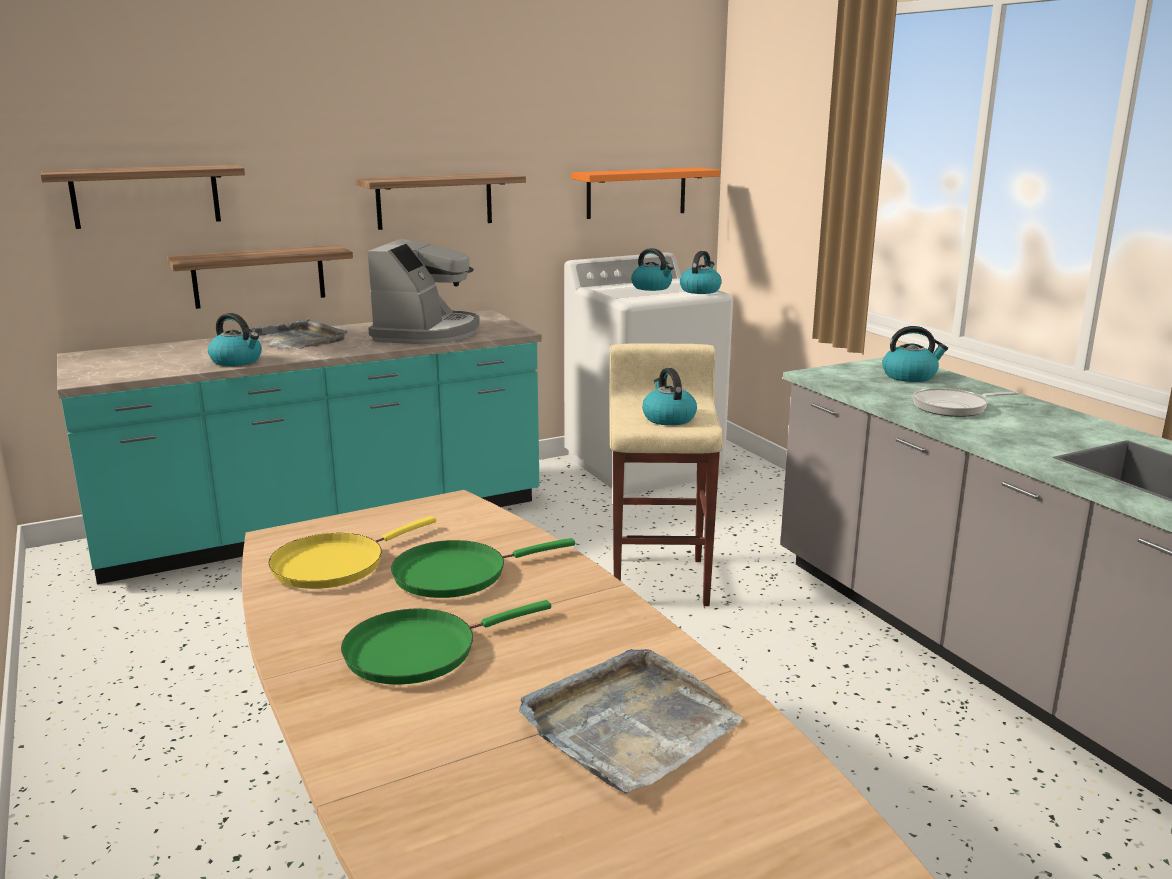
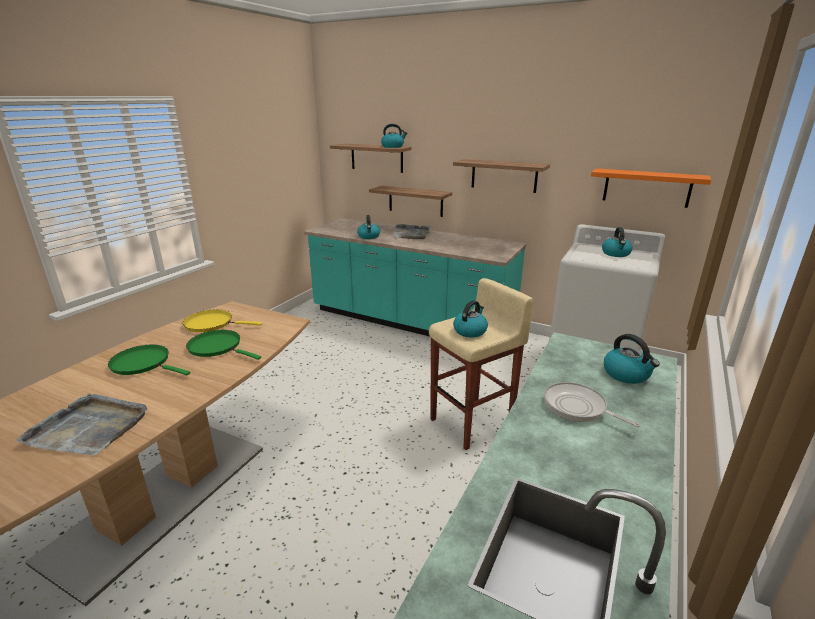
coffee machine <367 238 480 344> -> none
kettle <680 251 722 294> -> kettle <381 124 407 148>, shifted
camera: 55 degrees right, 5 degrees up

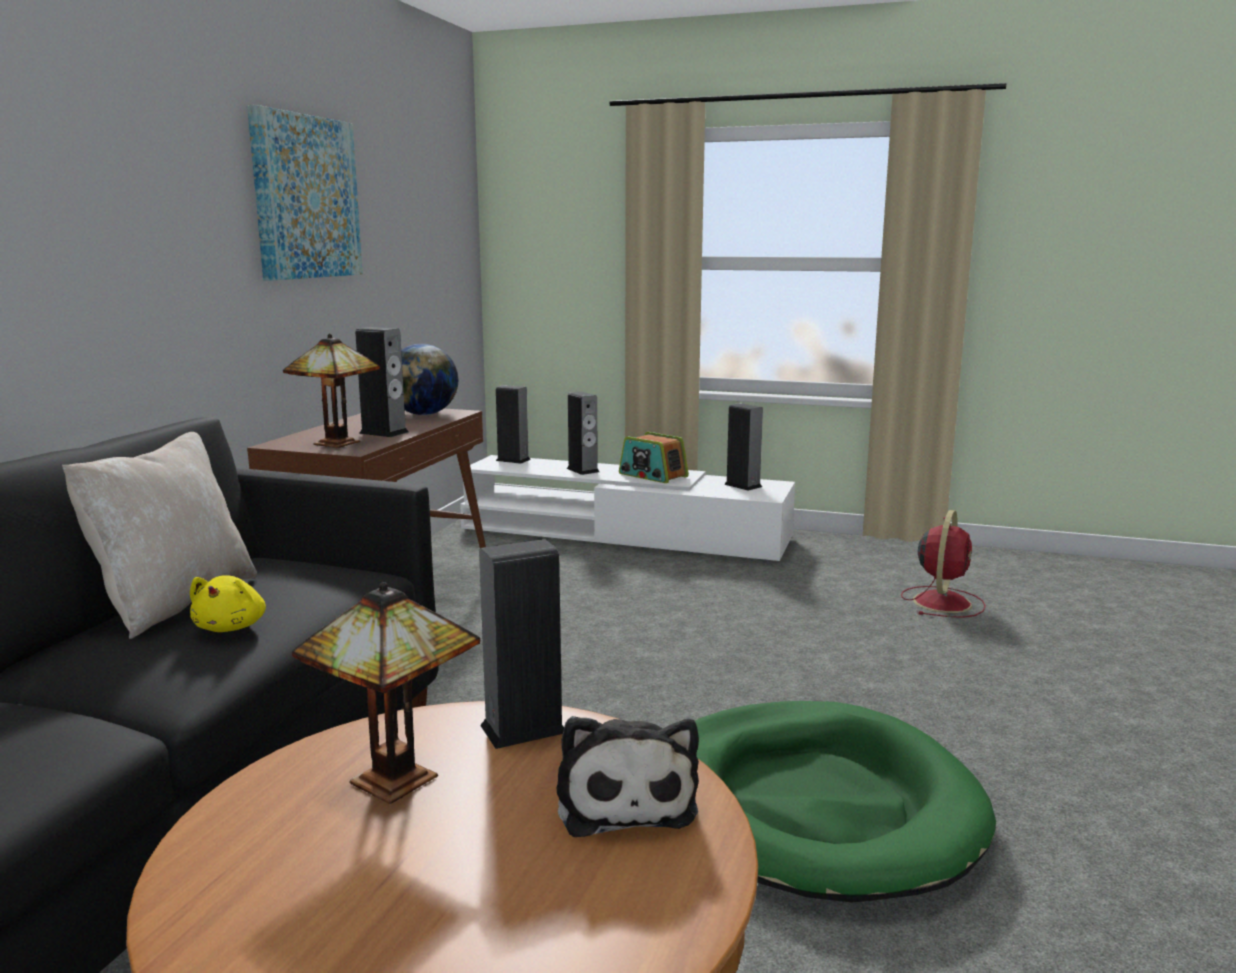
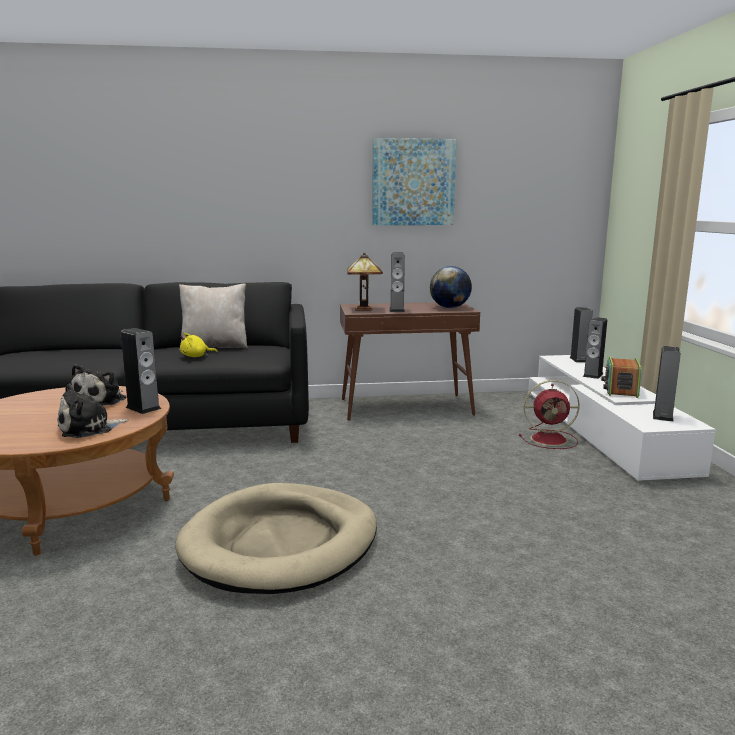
red fan <901 510 986 618> -> red fan <519 380 580 449>, shifted
table lamp <292 582 480 804> -> plush toy <71 364 126 406>
green dog bed <695 701 996 902> -> beige dog bed <175 483 377 594>
camera: 65 degrees right, 0 degrees up

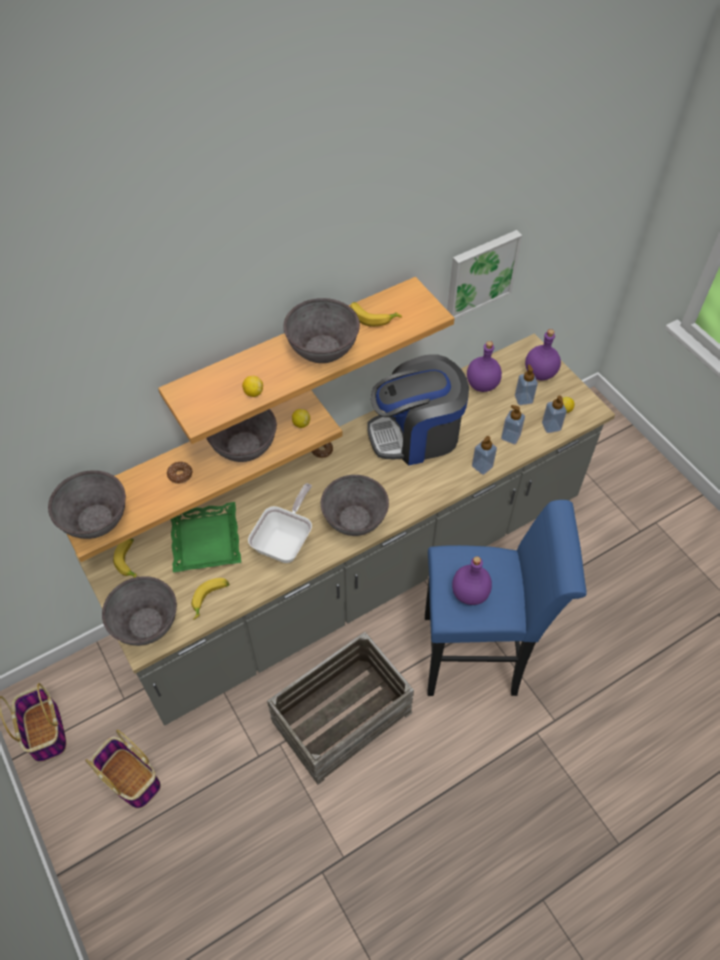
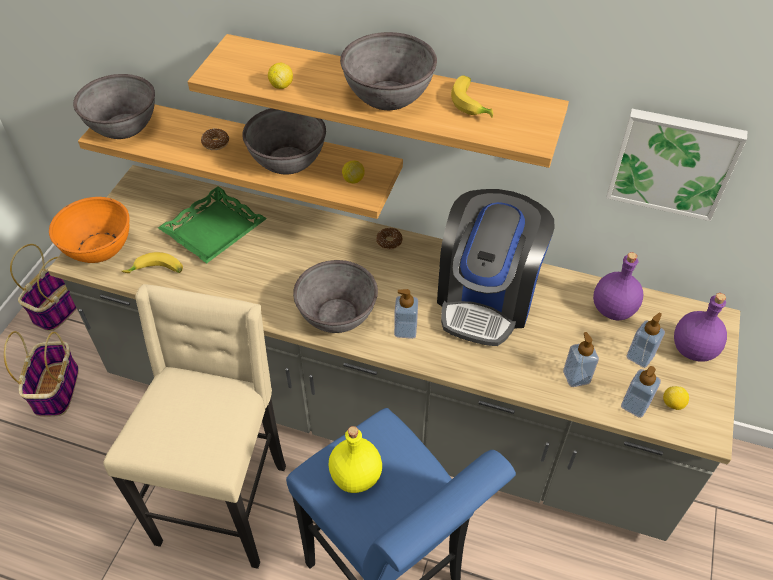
coffee machine <367 355 469 466> -> coffee machine <437 189 555 346>, 105 degrees counterclockwise
soap dispenser <472 436 497 475> -> soap dispenser <394 289 418 339>, shifted
frying pan <248 483 312 563> -> none
banana <113 538 137 578> -> none
purple bottle <452 556 492 605> -> yellow bottle <329 426 382 493>
grey bowl <102 576 177 646> -> orange bowl <49 197 130 263>
crate <267 632 414 785> -> beige stool <104 284 286 569>
camera: 50 degrees right, 5 degrees down

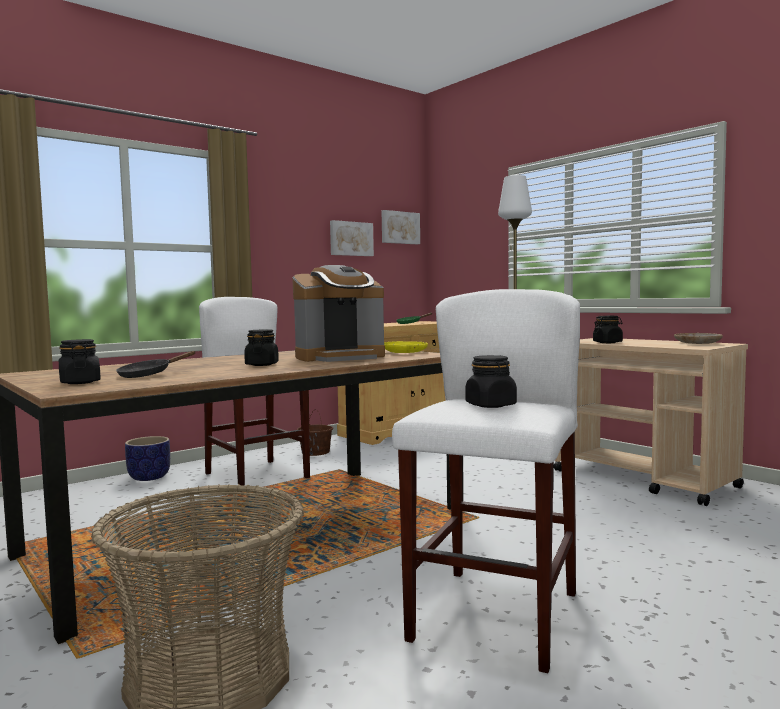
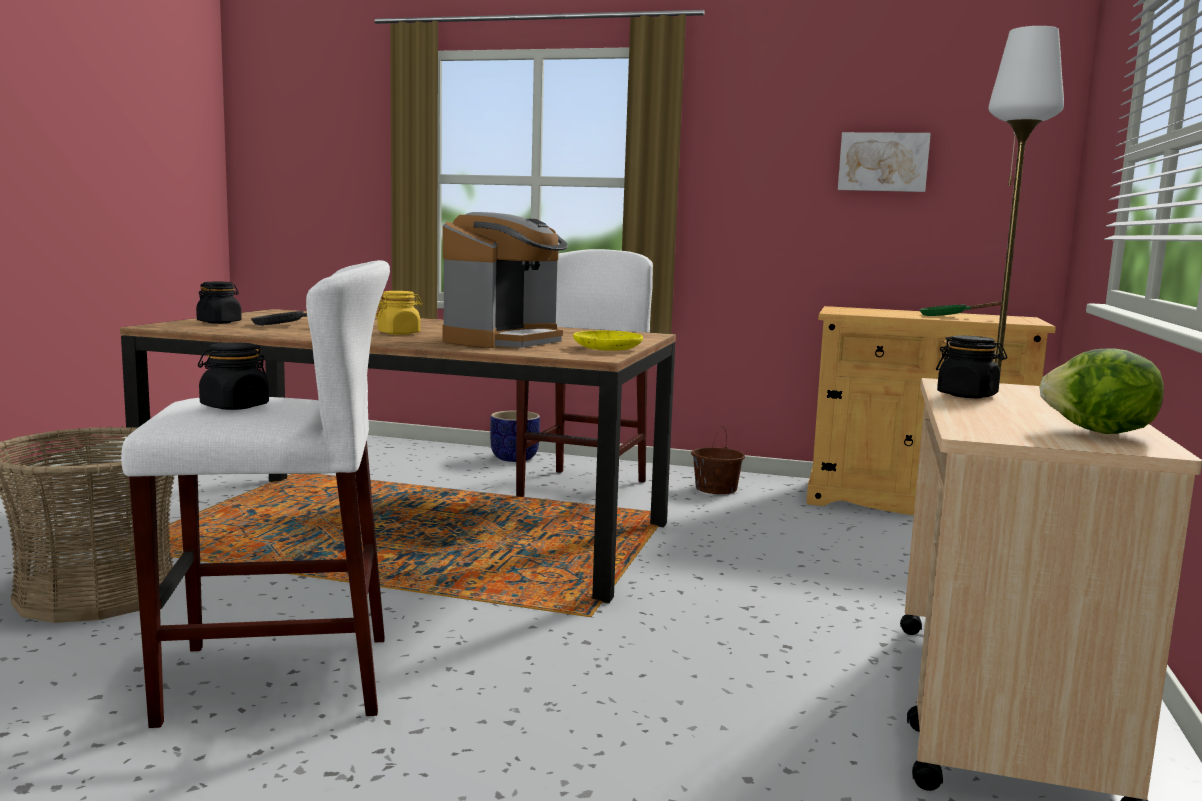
picture <381 210 420 244> -> none
coffee machine <292 265 385 362> -> coffee machine <442 212 568 348>, 90 degrees counterclockwise
black jar <244 329 279 366> -> yellow jar <375 291 423 335>
beige plate <674 333 723 344> -> lettuce <1039 349 1164 434>
camera: 55 degrees right, 5 degrees up

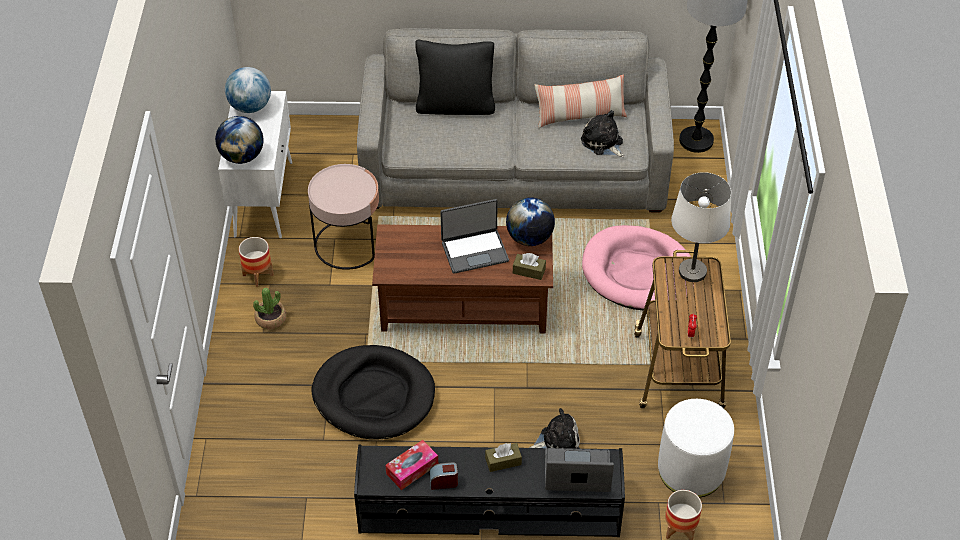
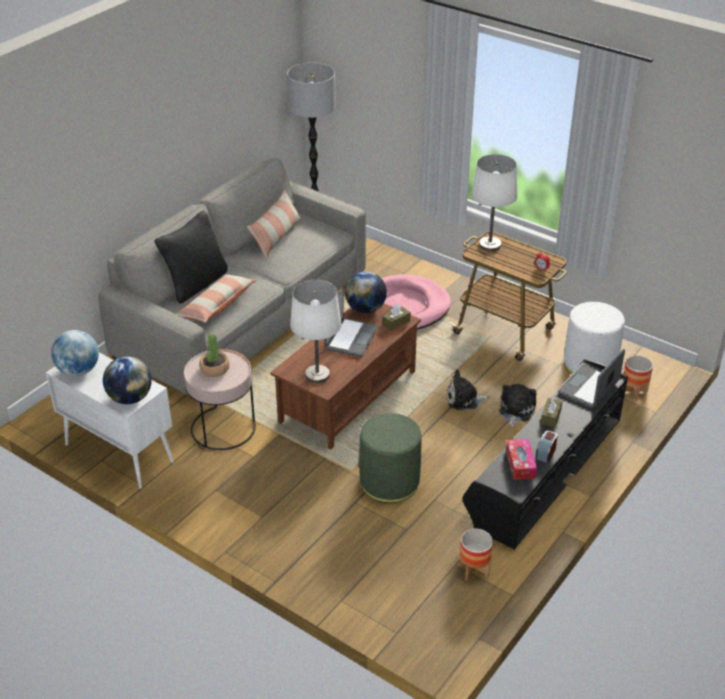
plush toy <581 110 624 157> -> plush toy <447 369 490 410>, shifted
planter <239 237 274 287> -> planter <460 529 493 580>, shifted
potted plant <253 288 286 329> -> potted plant <199 333 230 377>, shifted
black dog bed <311 345 435 440> -> green ottoman <359 413 421 503>
none -> pillow <176 274 256 323>
none -> white table lamp <290 280 342 383>
camera: 55 degrees left, 10 degrees down

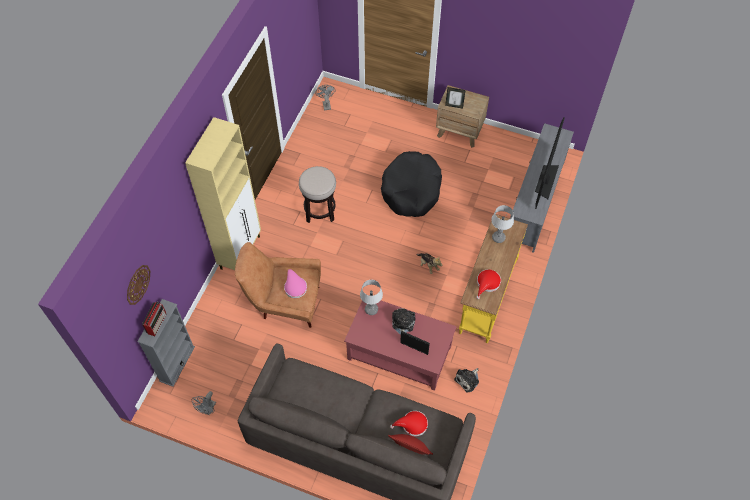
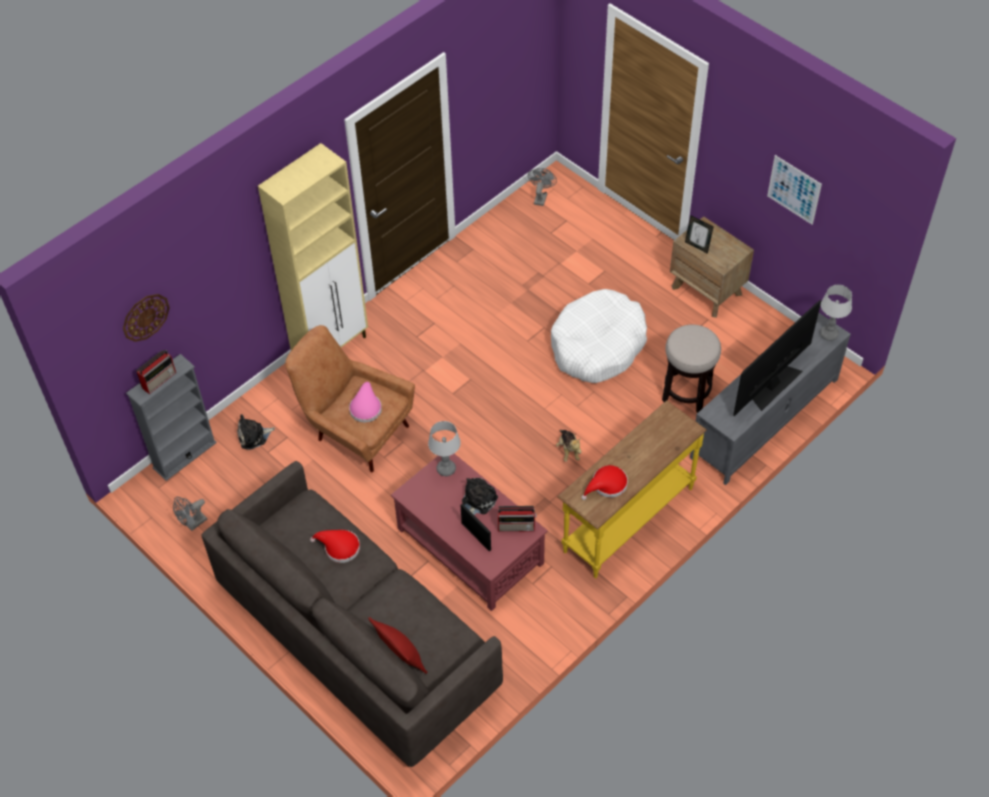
black dog bed <381 151 442 217> -> white dog bed <551 289 647 383>
stool <299 166 336 223> -> stool <662 324 721 413>, shifted
table lamp <491 205 514 243> -> table lamp <820 285 852 341>, shifted
plush toy <454 368 479 392> -> plush toy <237 414 275 450>, shifted
red hat <390 411 428 437> -> red hat <310 530 360 563>, shifted
none -> picture <767 155 822 225>
none -> radio <498 506 537 532>
camera: 25 degrees right, 5 degrees down

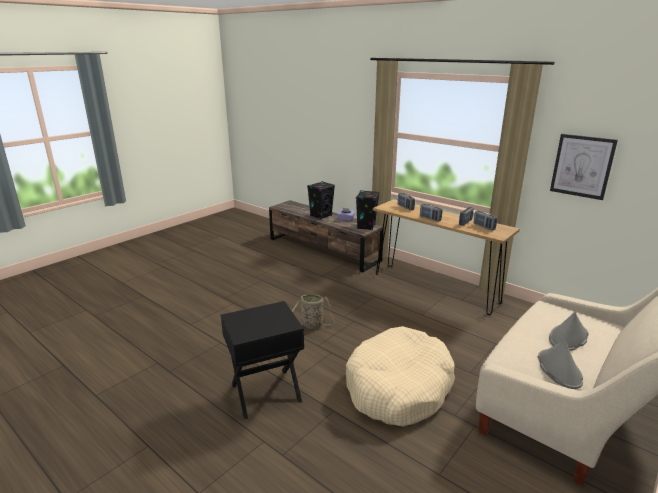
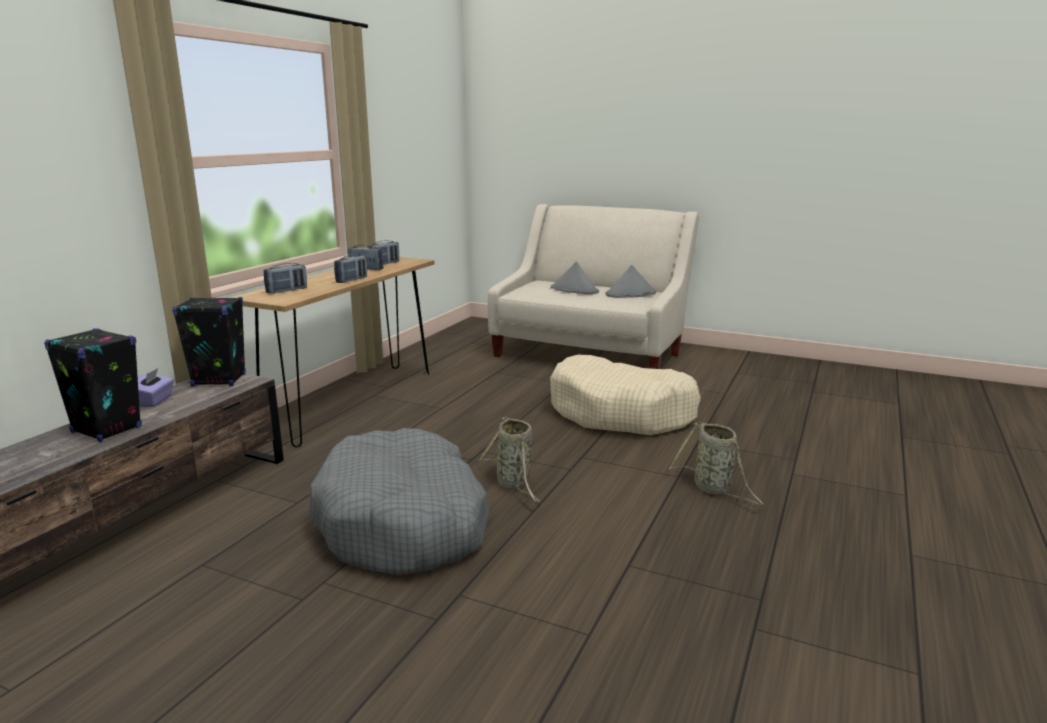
picture <550 134 618 200> -> none
black side table <221 301 304 419> -> basket <669 422 764 505>
none -> grey dog bed <310 428 490 575>
camera: 105 degrees left, 5 degrees down

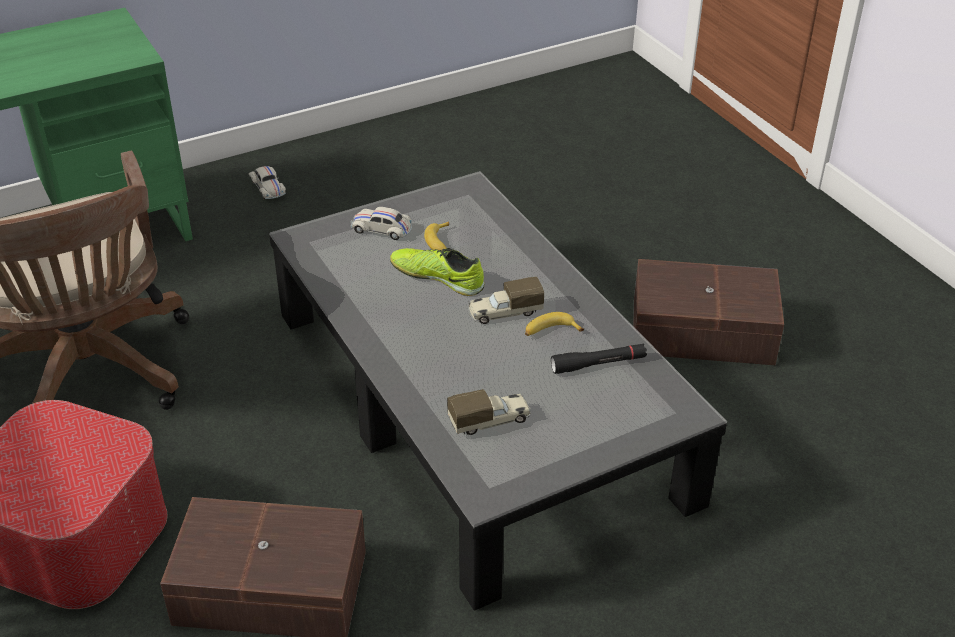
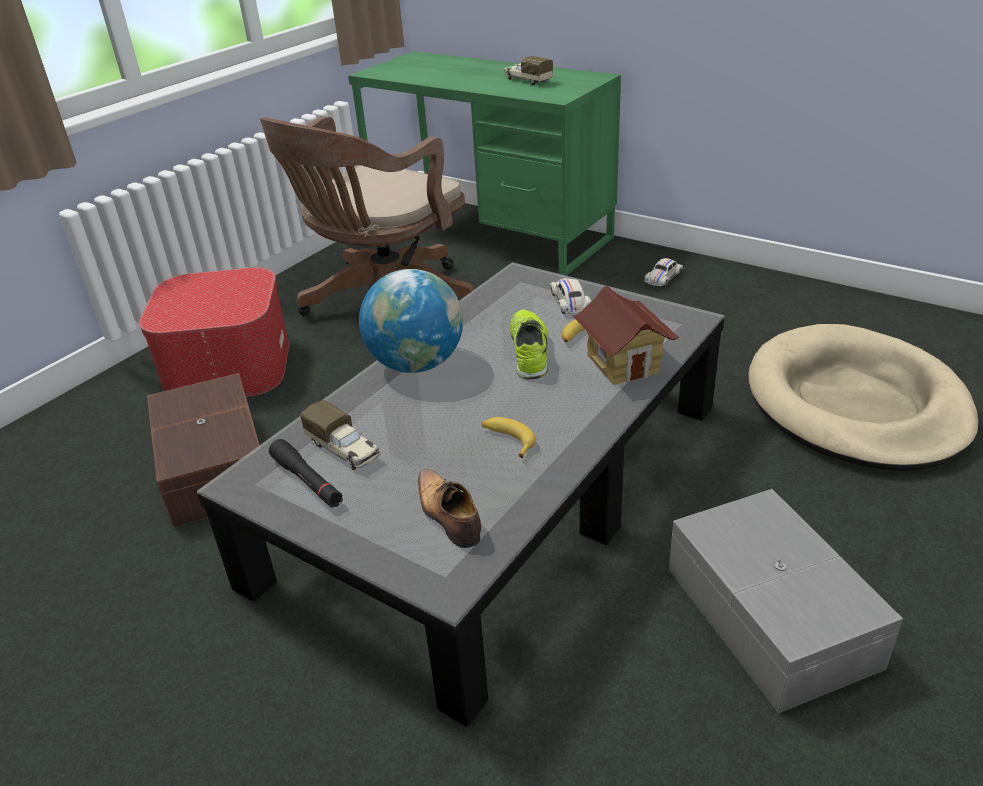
brown storage box <633 259 784 365> -> grey storage box <669 489 903 714>
toy truck <468 277 544 324> -> toy truck <504 56 553 85>, shifted
black flashlight <551 344 647 374> -> black flashlight <269 439 343 508>, shifted
none -> globe <359 269 463 373>
none -> toy house <572 286 679 385>
none -> beige dog bed <749 324 978 471>
none -> shoe <418 469 481 548>
camera: 65 degrees right, 5 degrees down

